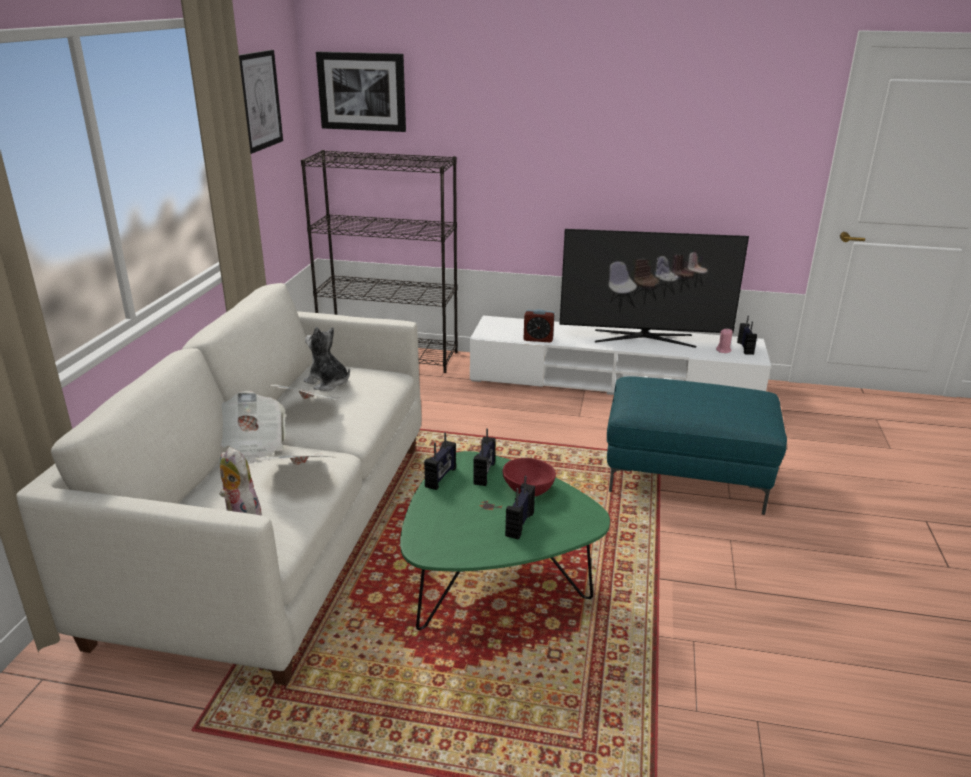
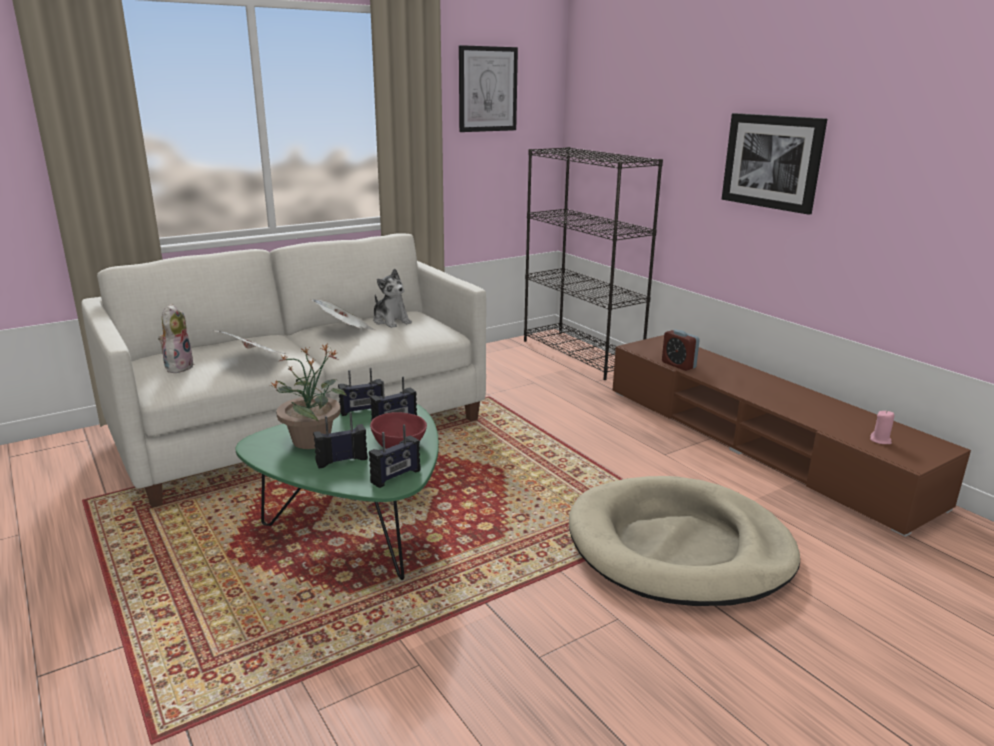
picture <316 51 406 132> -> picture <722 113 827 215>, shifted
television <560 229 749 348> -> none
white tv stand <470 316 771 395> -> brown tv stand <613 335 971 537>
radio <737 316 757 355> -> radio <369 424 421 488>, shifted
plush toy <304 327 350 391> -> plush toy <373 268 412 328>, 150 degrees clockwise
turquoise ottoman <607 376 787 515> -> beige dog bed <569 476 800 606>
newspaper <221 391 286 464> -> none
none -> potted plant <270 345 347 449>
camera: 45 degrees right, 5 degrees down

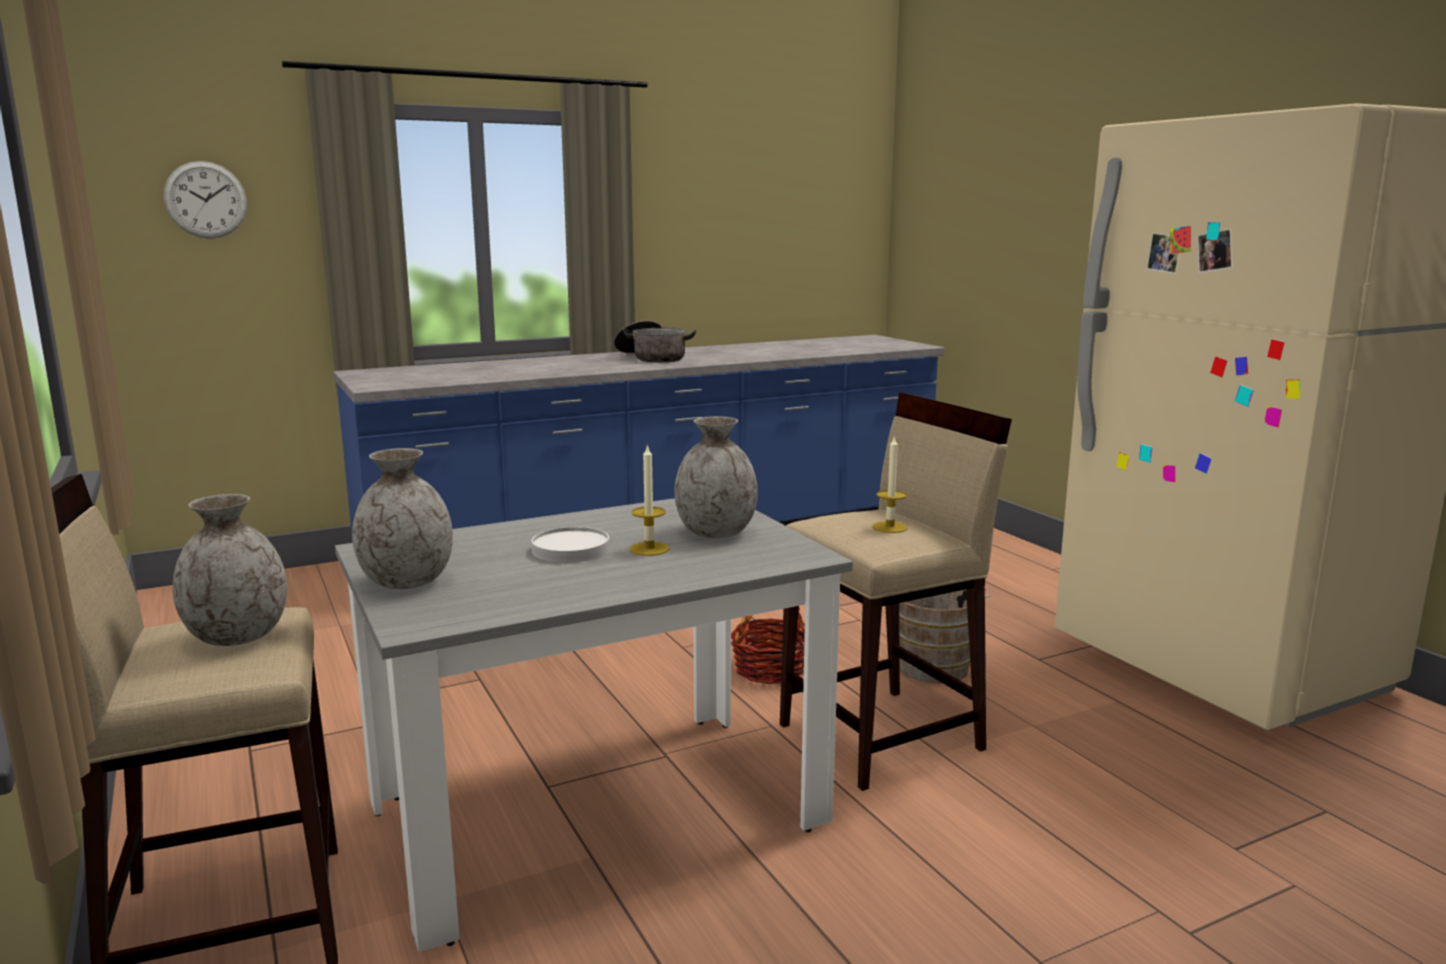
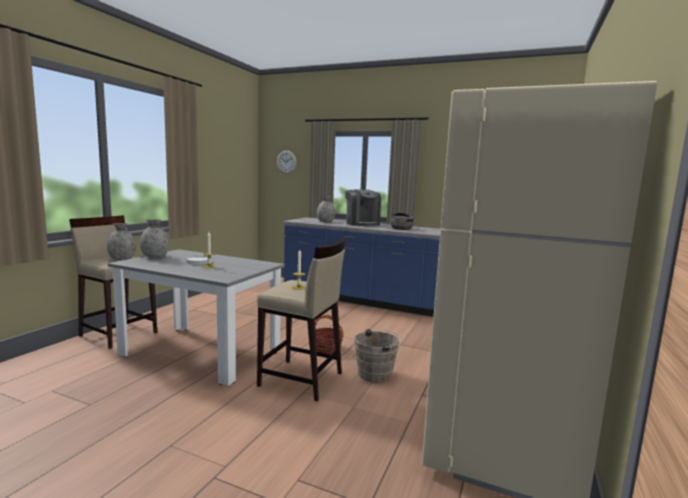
grey vase <674 416 758 538> -> grey vase <317 196 335 222>, shifted
none -> coffee machine <345 190 381 227>
camera: 50 degrees right, 5 degrees down

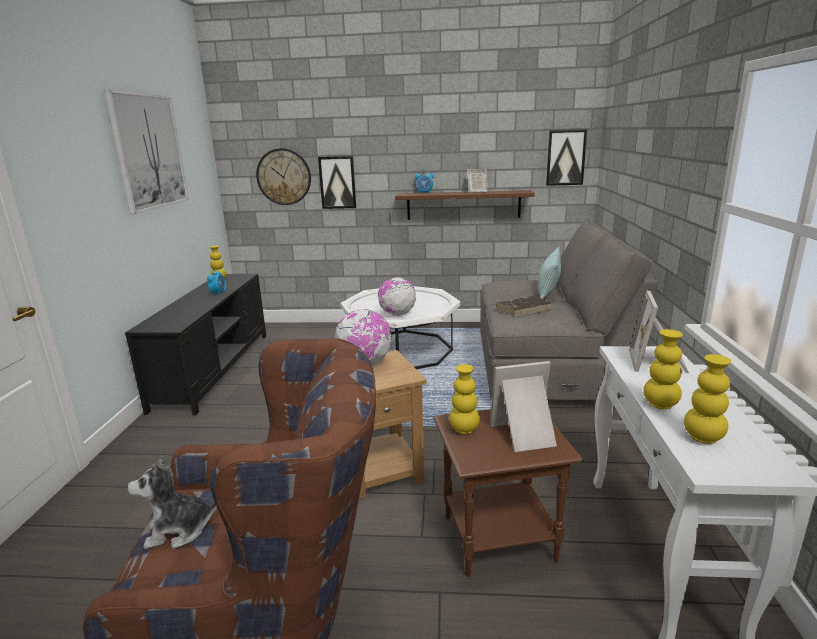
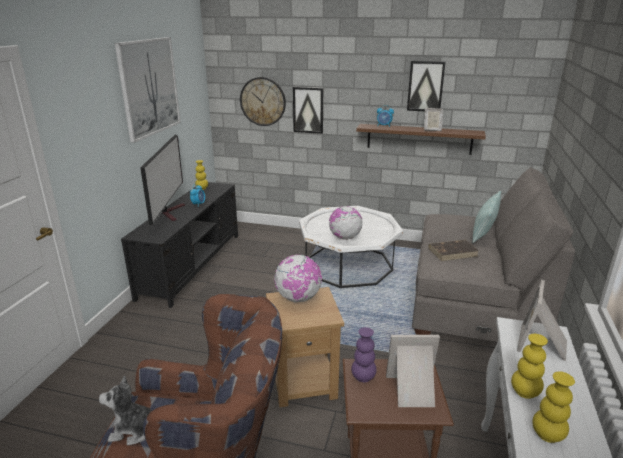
picture <546 129 587 186> -> picture <407 61 445 111>, shifted
yellow vase <449 364 480 434> -> purple vase <351 327 377 382>
none -> television <140 135 185 226>
camera: 10 degrees right, 5 degrees up

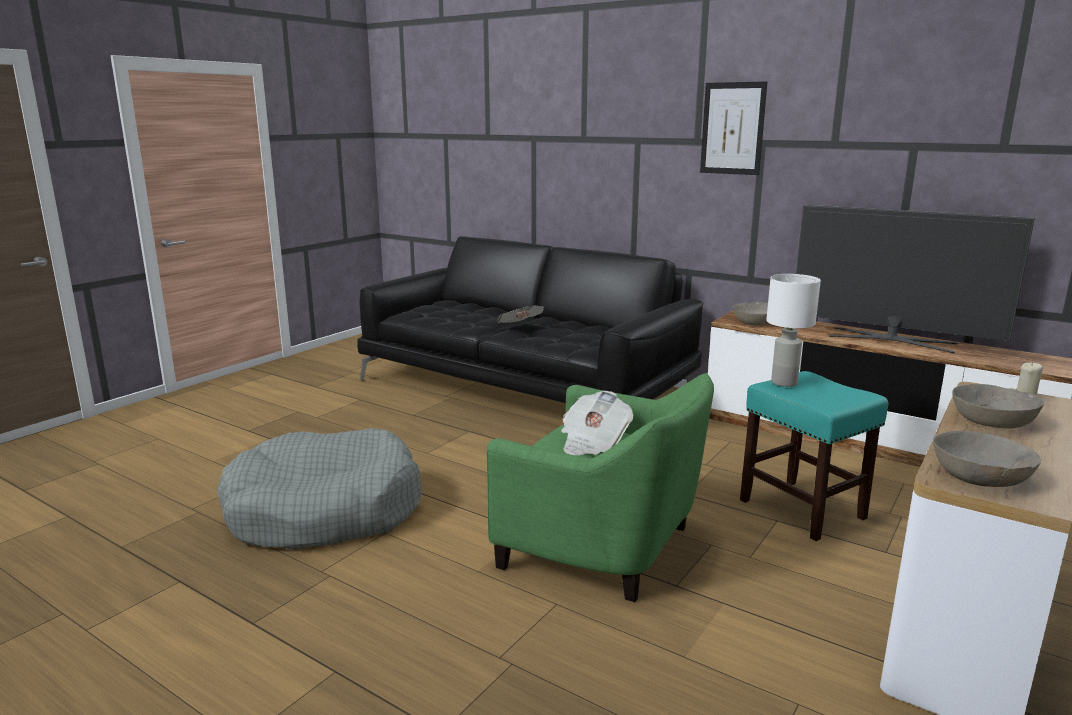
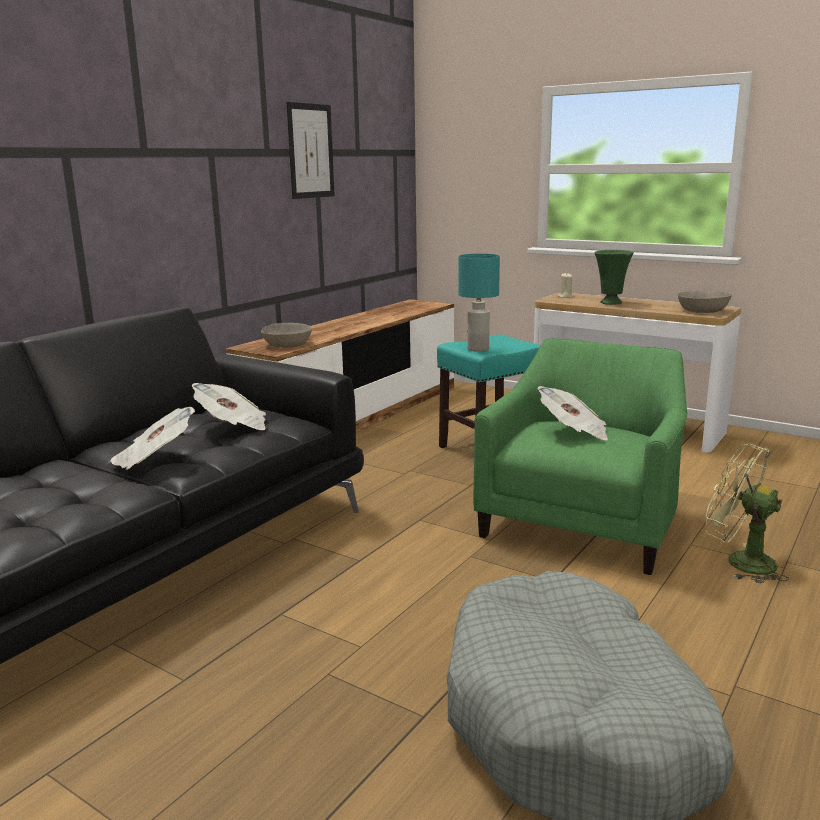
picture <700 81 767 175> -> picture <286 102 335 199>, shifted
television <796 205 1035 353> -> none
white table lamp <766 274 821 387> -> turquoise table lamp <458 254 500 352>
grey bowl <952 384 1044 429> -> green vase <595 250 634 305>
none -> newspaper <192 383 266 430>
none -> green fan <705 444 789 583>
camera: 90 degrees left, 0 degrees up

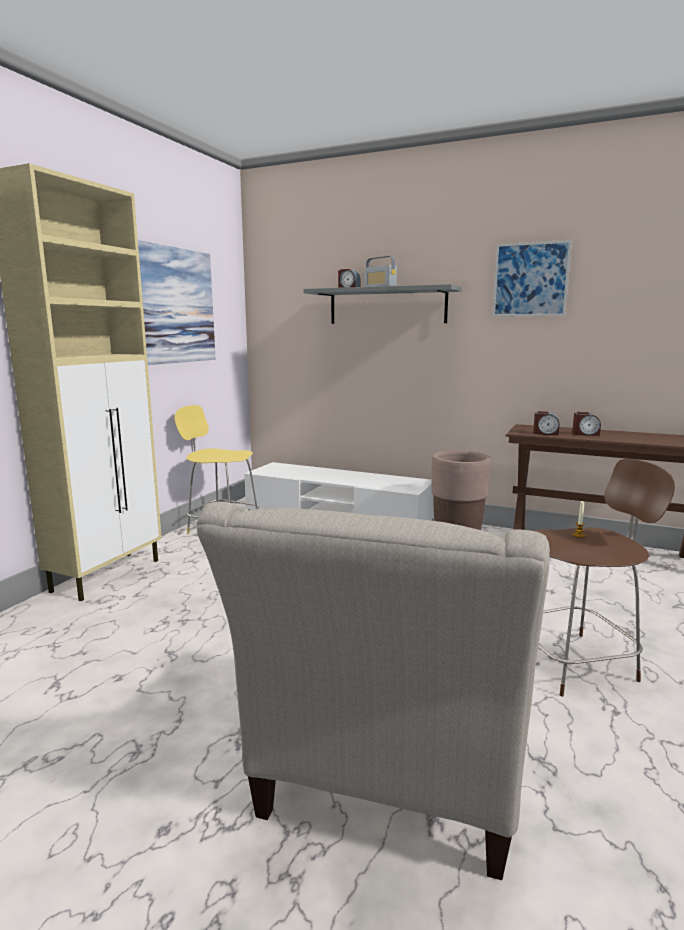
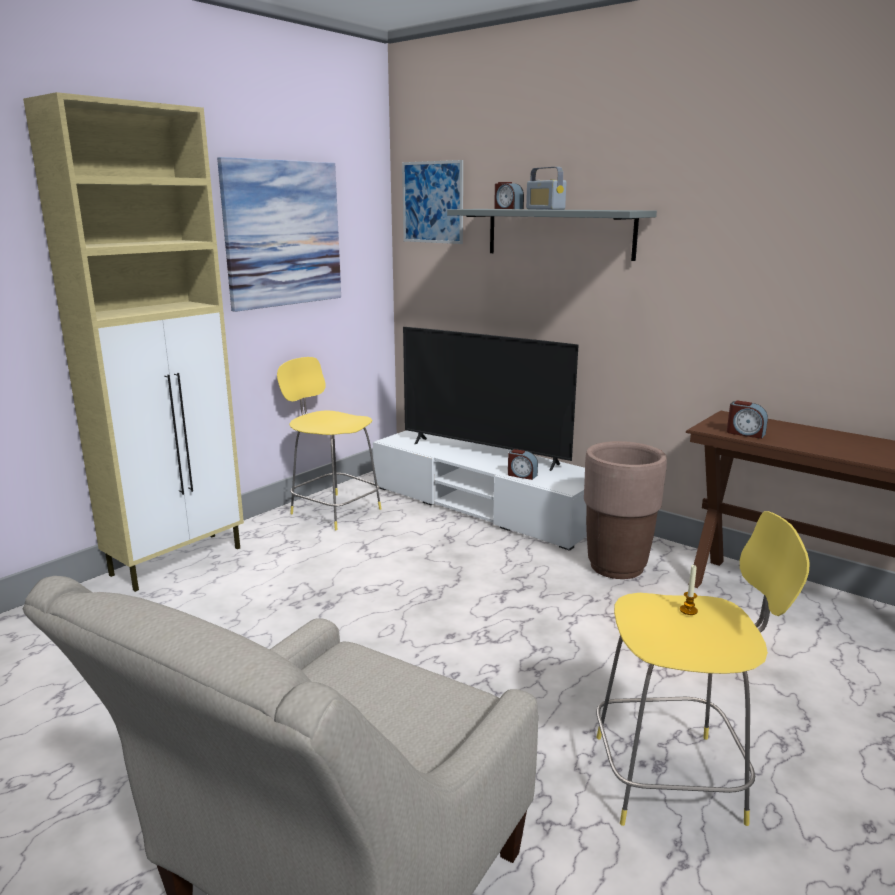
picture <492 240 572 317> -> picture <402 160 463 244>, shifted
alarm clock <572 412 601 436> -> alarm clock <508 449 538 480>, shifted
brown stool <534 459 675 696> -> yellow stool <596 511 810 826>
none -> television <403 327 578 471>
camera: 15 degrees right, 5 degrees up

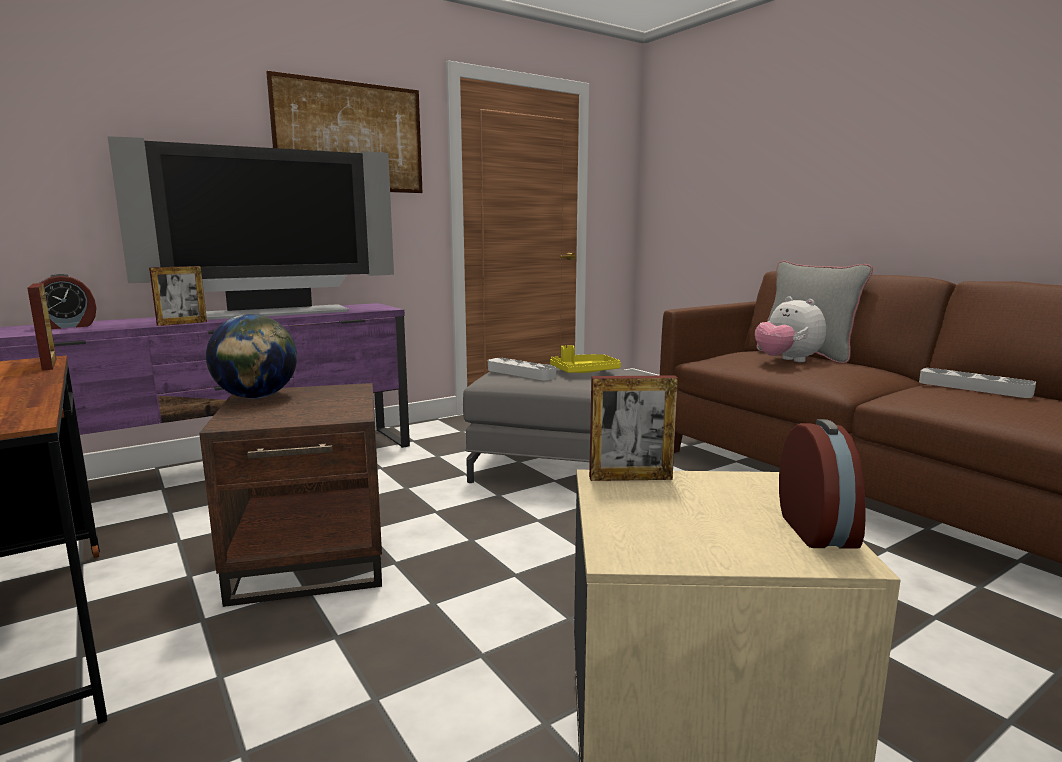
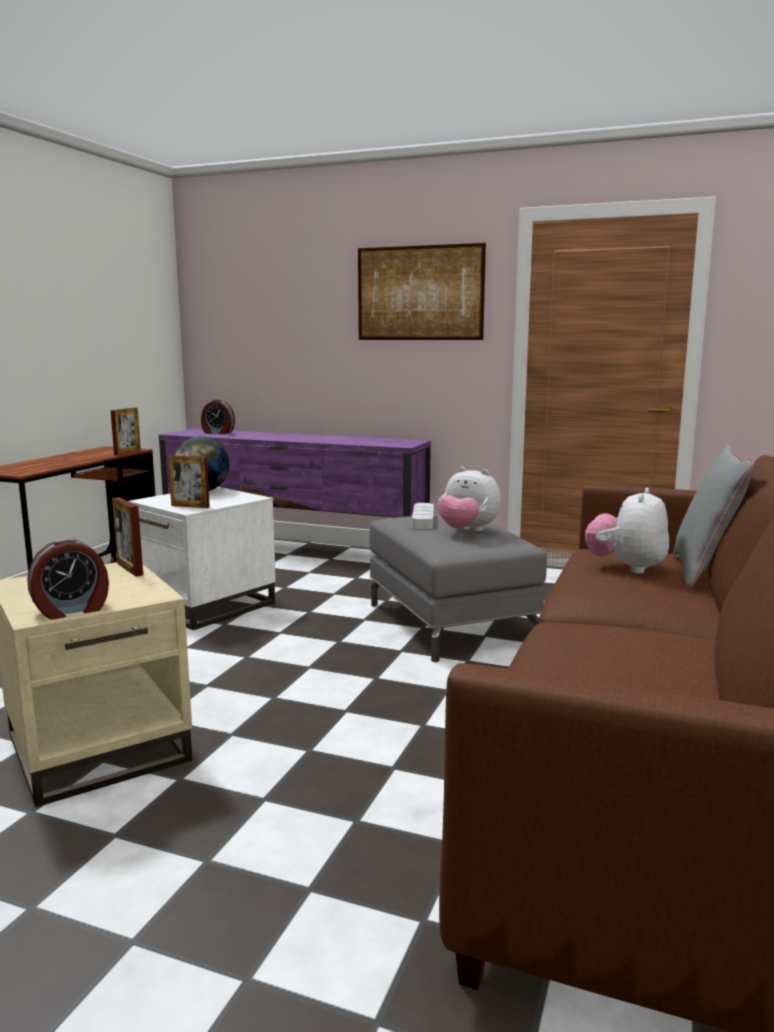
television <107 136 394 320> -> none
picture frame <149 266 207 326> -> picture frame <168 455 210 508>, shifted
yellow tray <550 345 621 373> -> plush toy <437 467 501 531>
grey tray <919 368 1036 398> -> none
brown side table <199 383 382 607> -> white side table <129 487 276 630>
camera: 55 degrees right, 0 degrees up

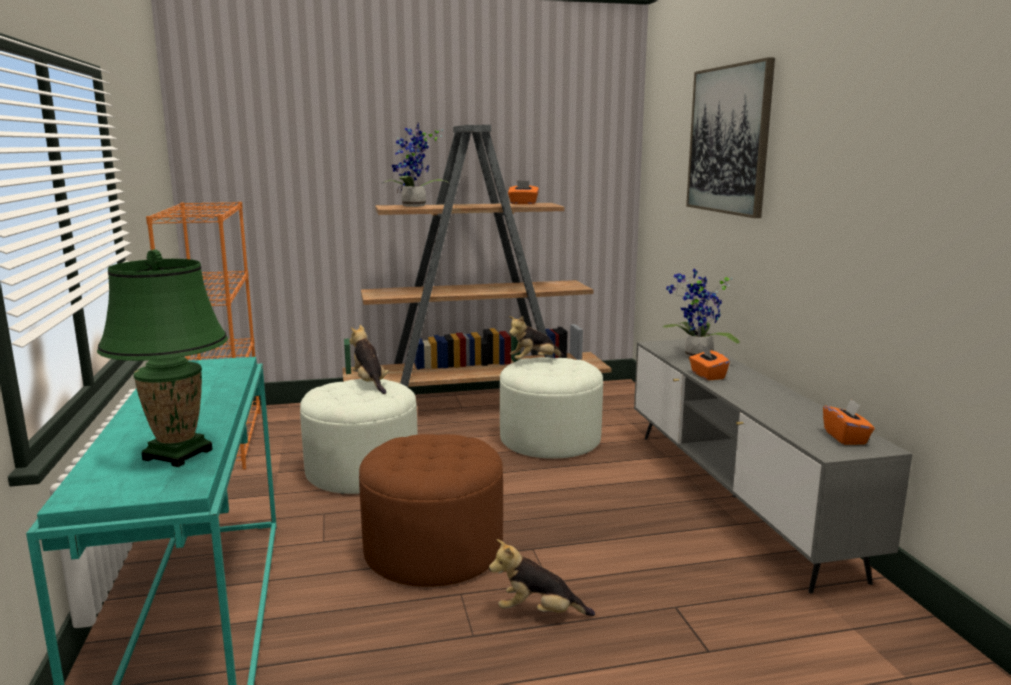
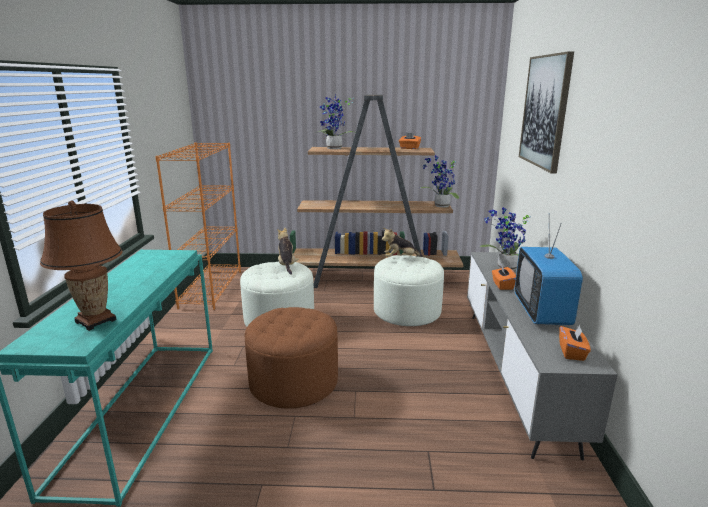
green table lamp <97 249 228 467> -> brown table lamp <40 201 123 331>
plush toy <489 539 595 616> -> none
none -> potted plant <420 155 459 208>
none -> television <515 219 583 325>
camera: 15 degrees right, 5 degrees up

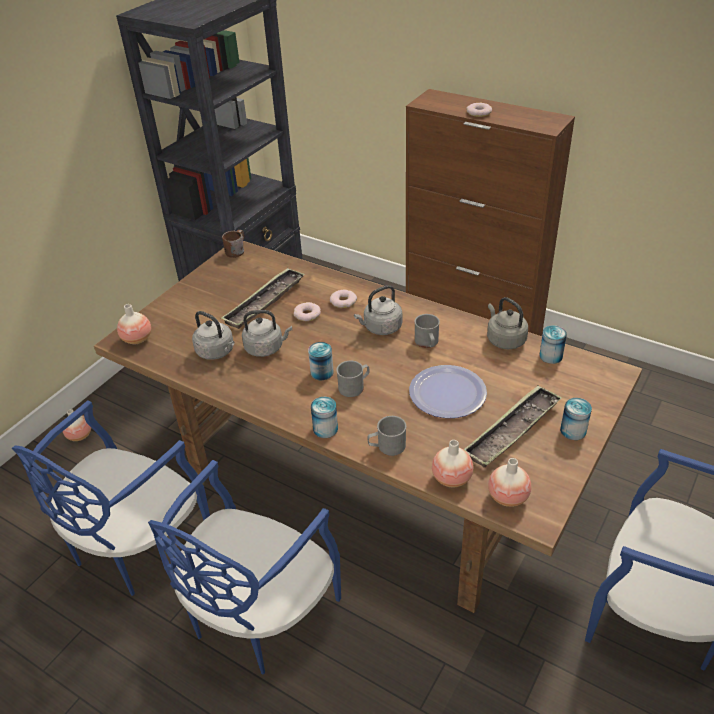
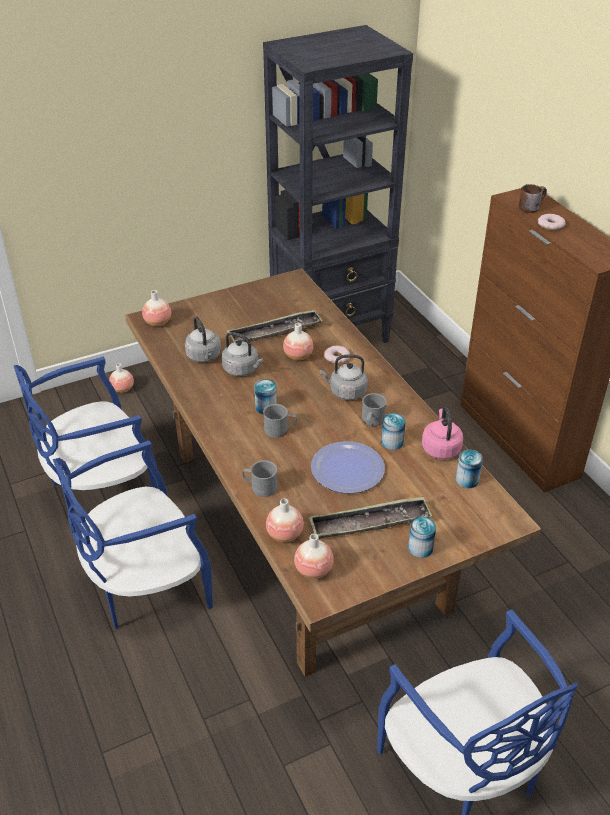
brown mug <222 230 244 258> -> brown mug <519 184 547 213>, shifted
grey kettle <487 297 528 349> -> pink kettle <422 407 463 459>
donut <293 302 321 321> -> vase <283 323 313 360>
can <311 397 338 438> -> can <381 413 406 450>, shifted
camera: 30 degrees right, 0 degrees up

